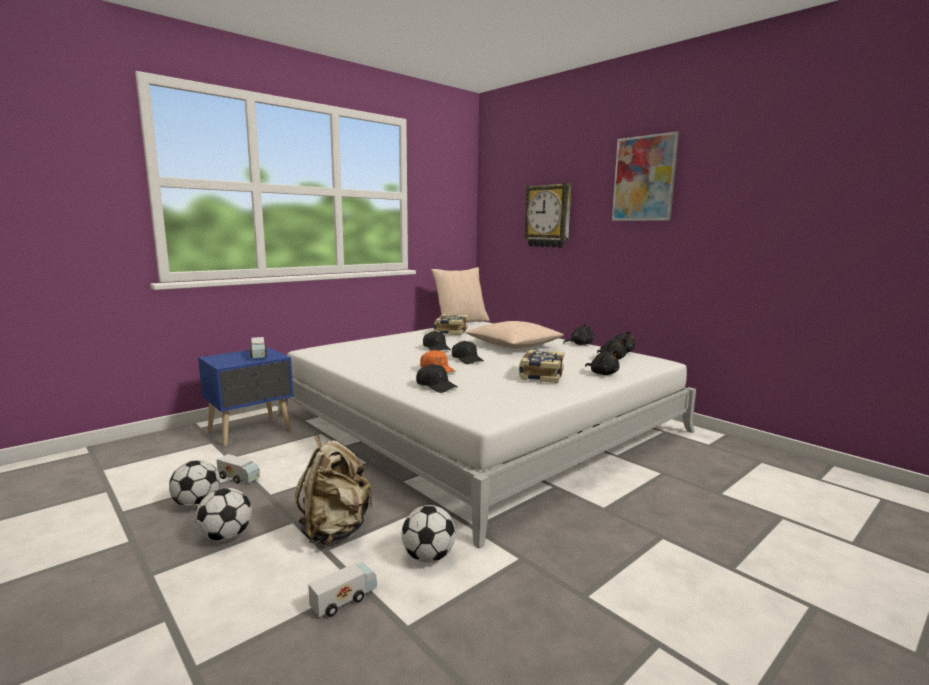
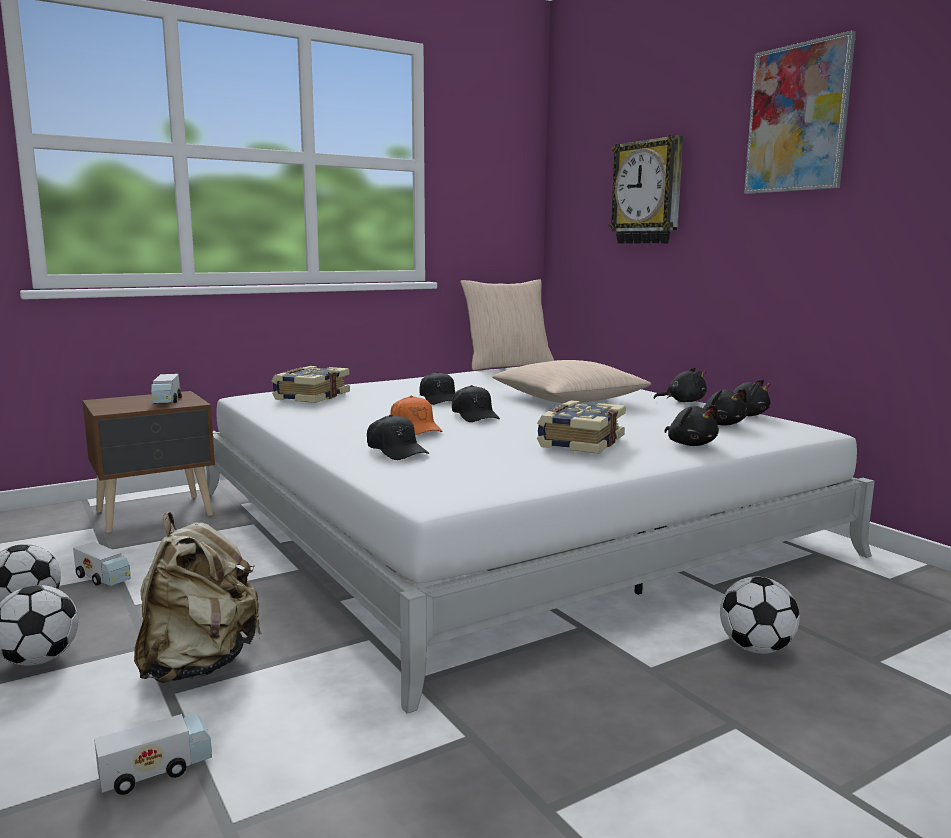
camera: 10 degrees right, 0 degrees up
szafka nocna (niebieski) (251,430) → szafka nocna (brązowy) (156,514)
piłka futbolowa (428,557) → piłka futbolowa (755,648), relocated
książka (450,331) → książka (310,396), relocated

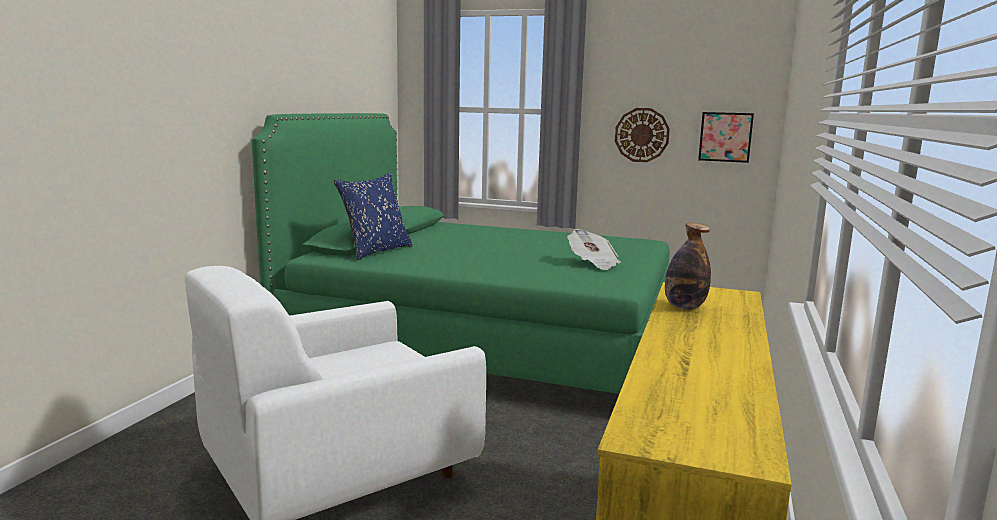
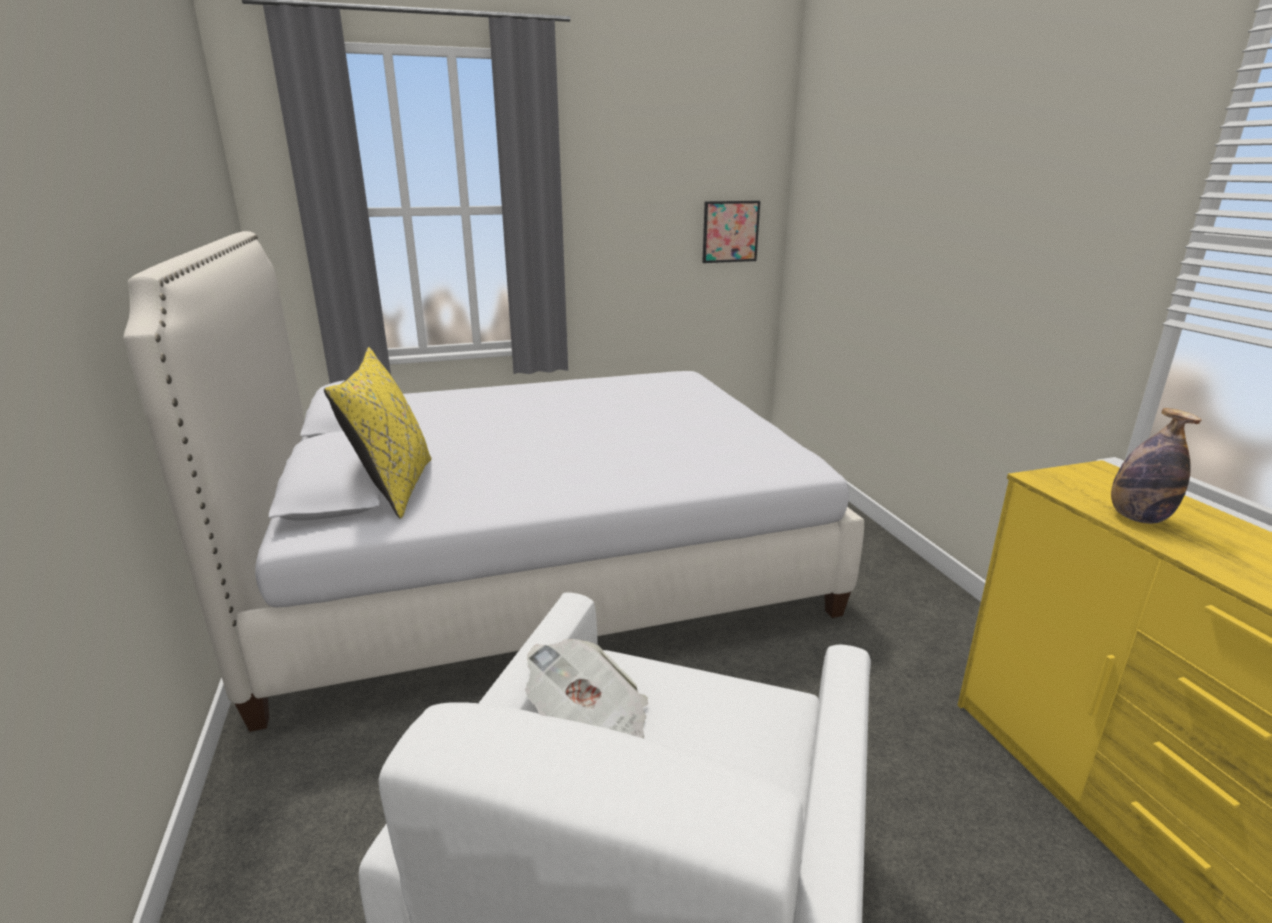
camera: 35 degrees left, 10 degrees up
łóżko (zielony) (485,342) → łóżko (biały) (540,562)
poduszka (niebieski) (375,251) → poduszka (żółty) (393,488)
gazeta (593,264) → gazeta (591,724), relocated
zegar ścienny (642,135) → -

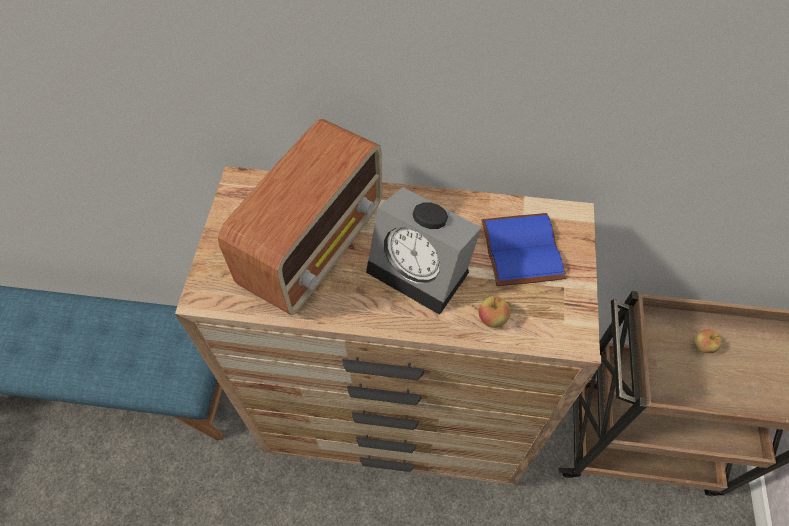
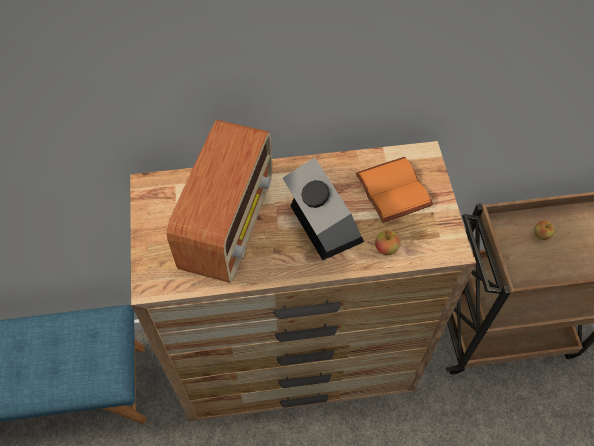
camera: 15 degrees left, 0 degrees up
budzik (423,270) → budzik (321,223), 135 degrees counterclockwise
książka (niebieski) (519,249) → książka (pomarańczowy) (391,190)

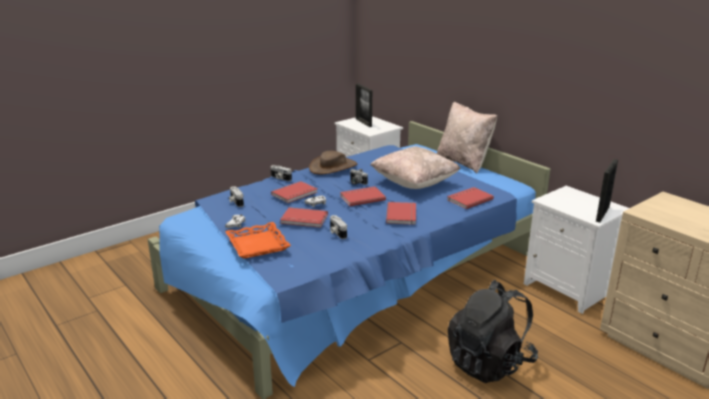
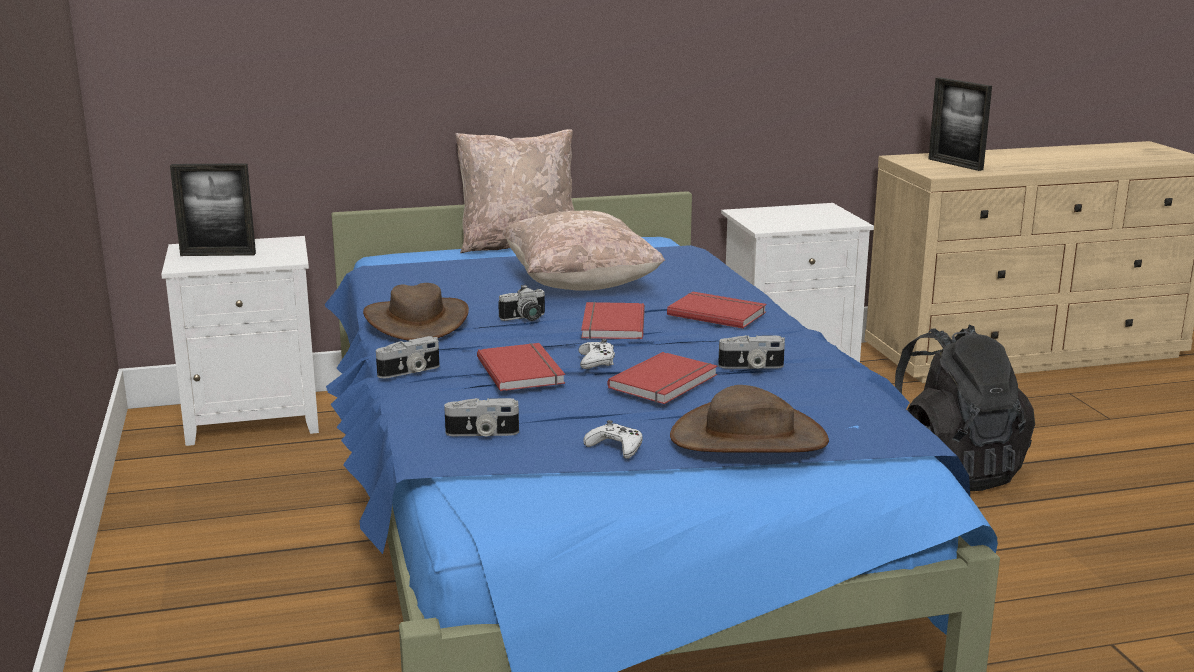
camera: 65 degrees left, 5 degrees down
taca (pomarańczowy) (257,245) → kapelusz (brązowy) (748,438)
książka (czerwony) (469,199) → -
ramka na zdjęcie (602,214) → ramka na zdjęcie (955,164), relocated

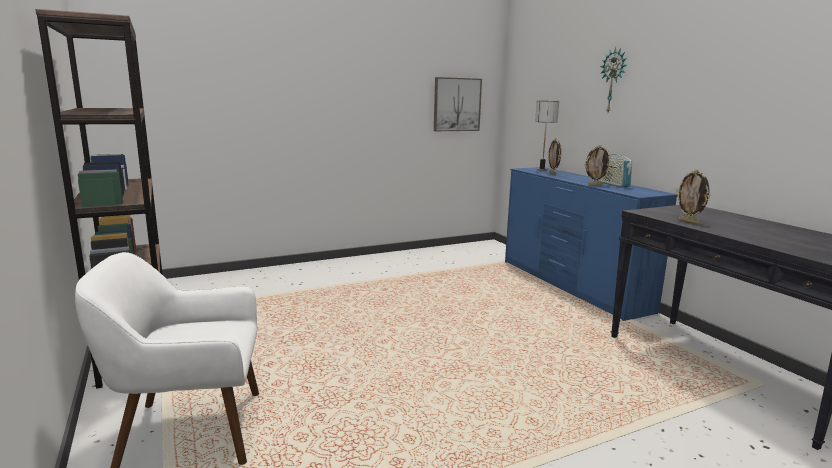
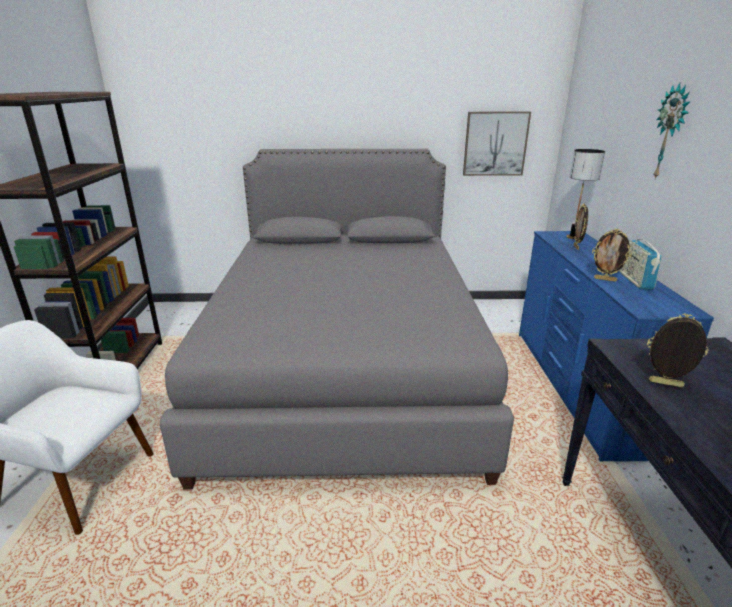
camera: 25 degrees right, 10 degrees up
ramka na zdjęcie (689,221) → ramka na zdjęcie (665,384), 120 degrees clockwise
- → łóżko (szary) (344,368)

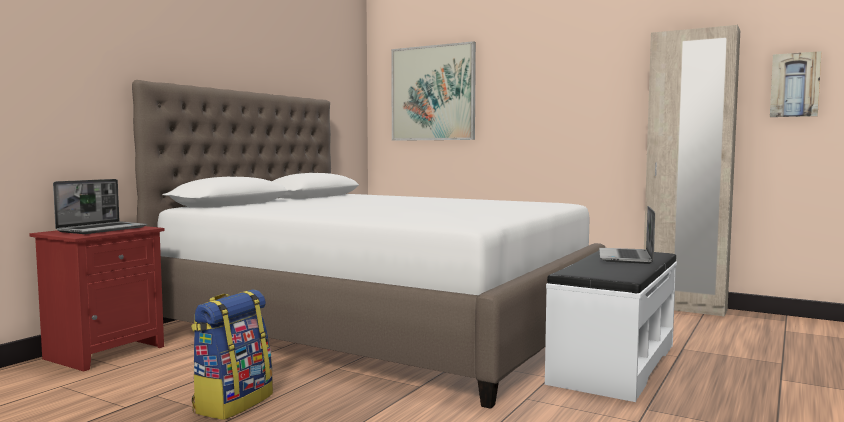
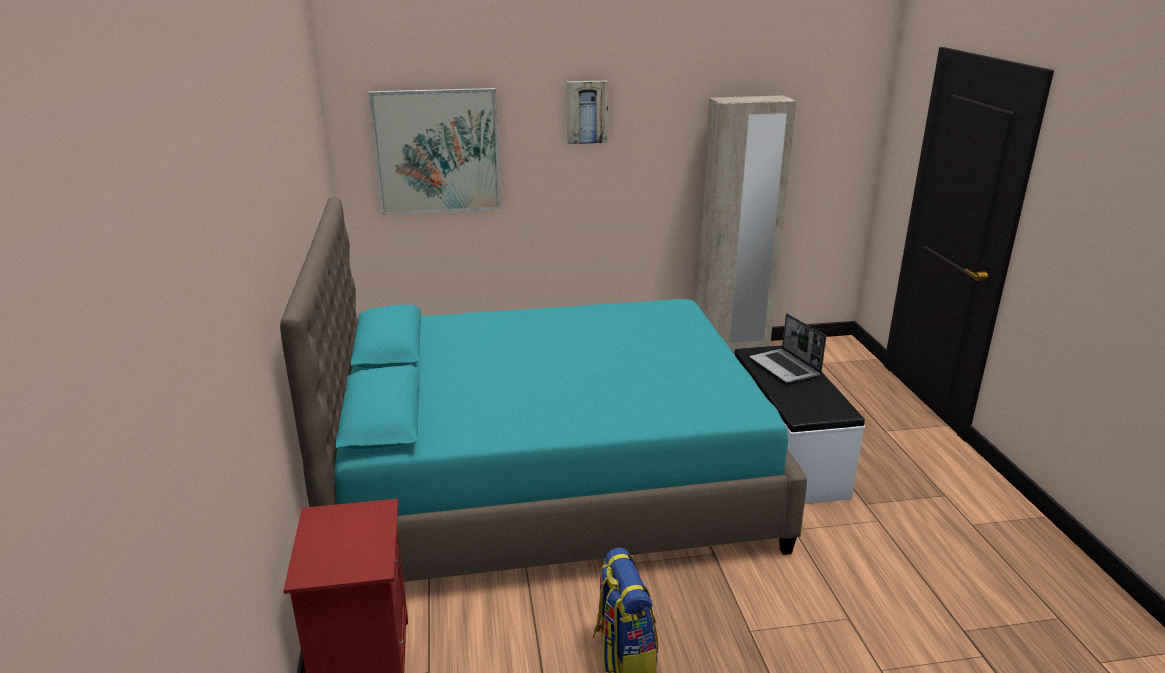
camera: 40 degrees left, 20 degrees up
laptop (103,229) → -
łóżko (biały) (381,324) → łóżko (turkusowy) (548,479)
obraz (795,85) → obraz (587,112), relocated

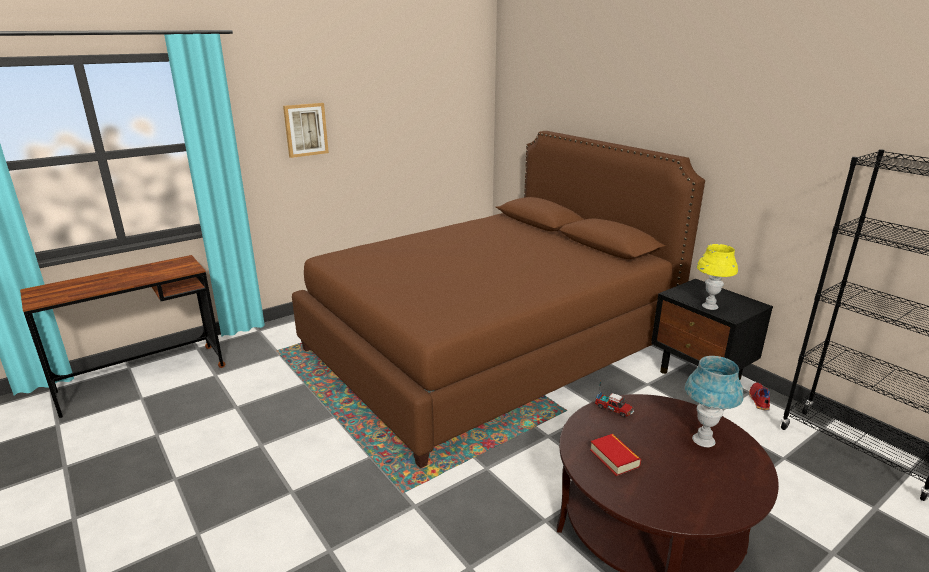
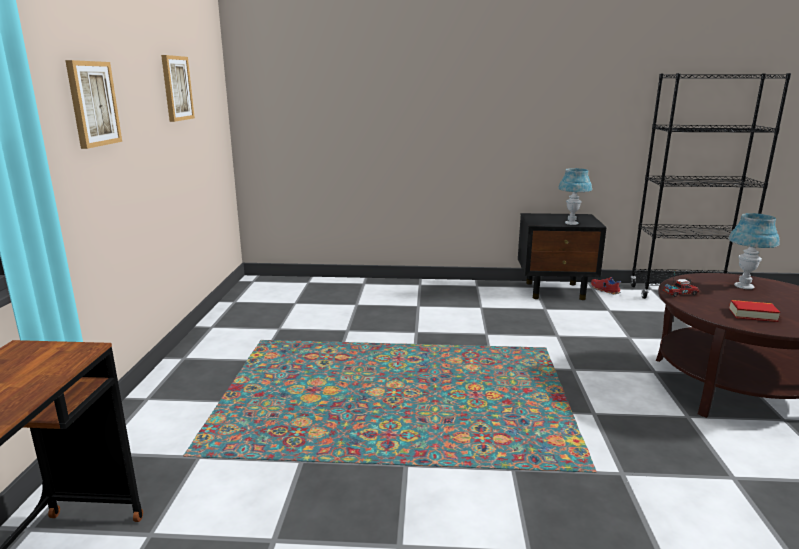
camera: 50 degrees left, 5 degrees down
łóżko (brązowy) (488,348) → -
lampa stołowa (żółty) (710,307) → lampa stołowa (niebieski) (571,223)
- → obraz (176,88)

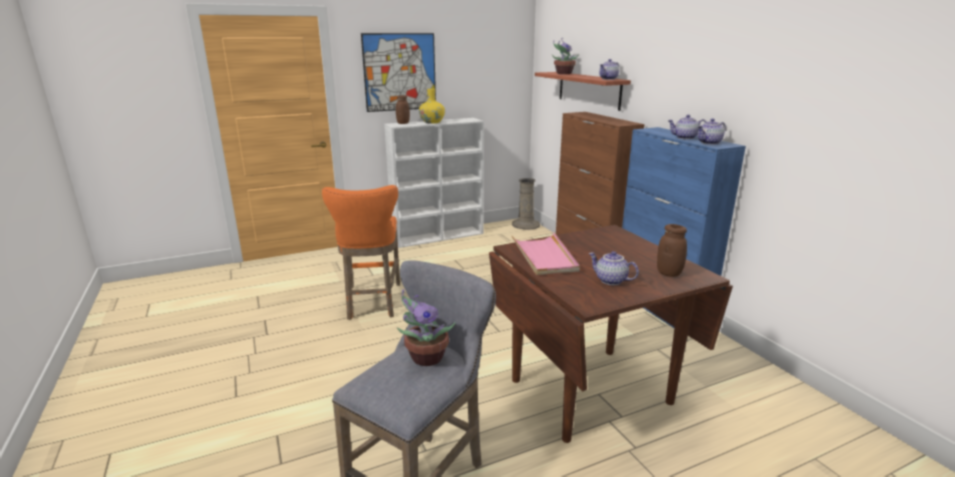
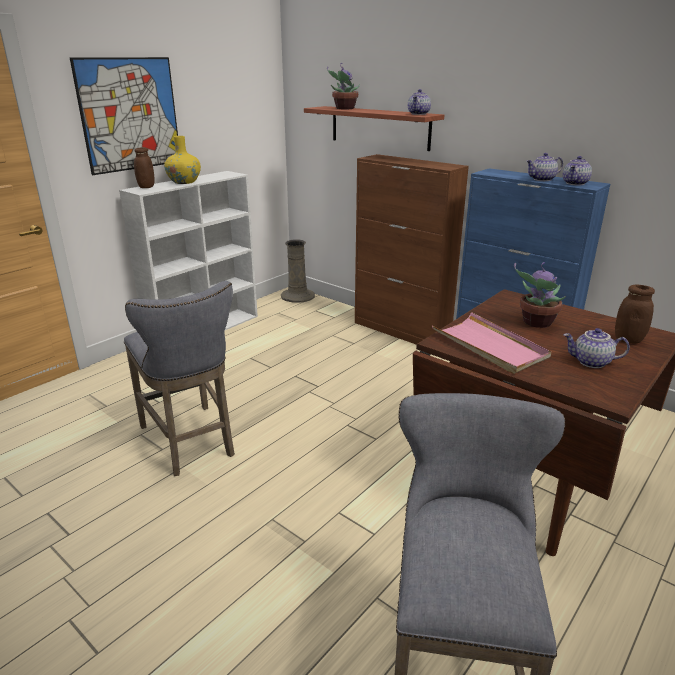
camera: 25 degrees left, 5 degrees up
stołek (pomarańczowy) (372,303) → stołek (szary) (190,443)
roślina doniczkowa (425,358) → roślina doniczkowa (535,323), relocated

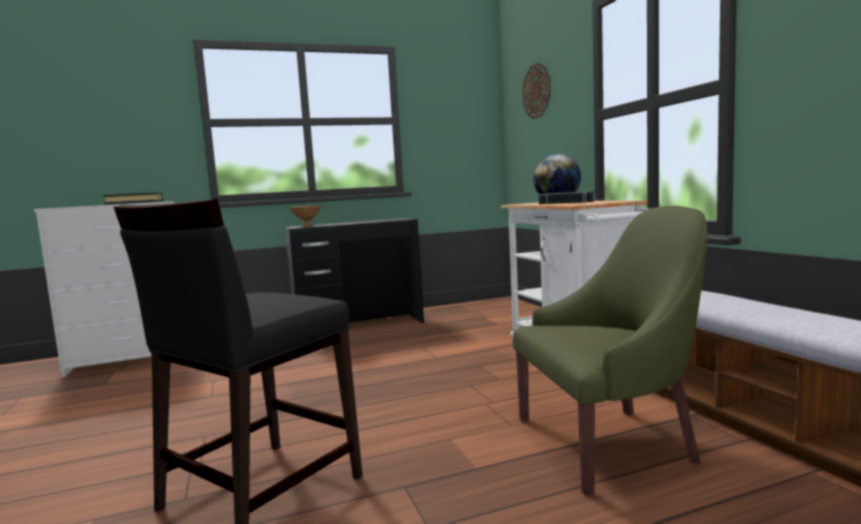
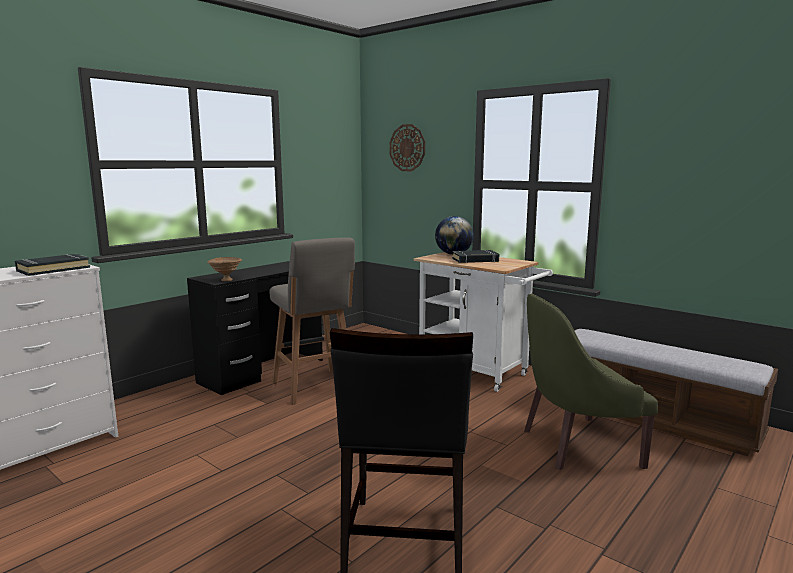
camera: 30 degrees left, 5 degrees up
fotel (zielony) (609,442) → fotel (zielony) (576,445), 150 degrees counterclockwise
- → stołek (szary) (315,388)

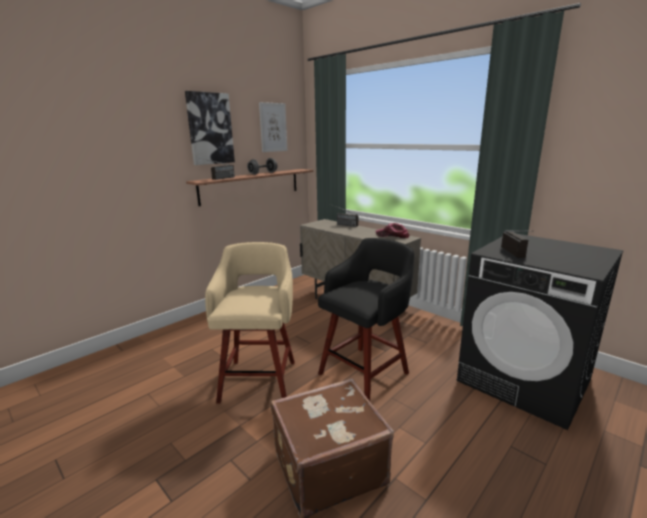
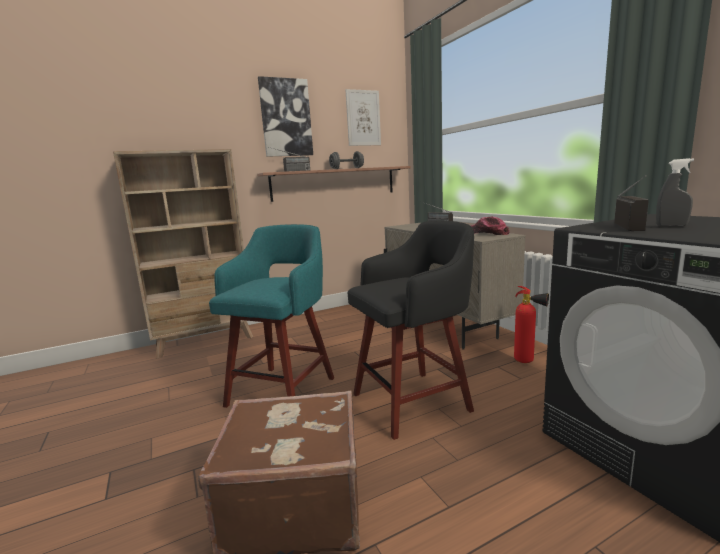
camera: 20 degrees right, 5 degrees down
stołek (beżowy) (259,379) → stołek (turkusowy) (284,390)
- → regał (beżowy) (205,341)
- → gaśnica (528,362)
- → spryskiwacz (szary) (671,226)

